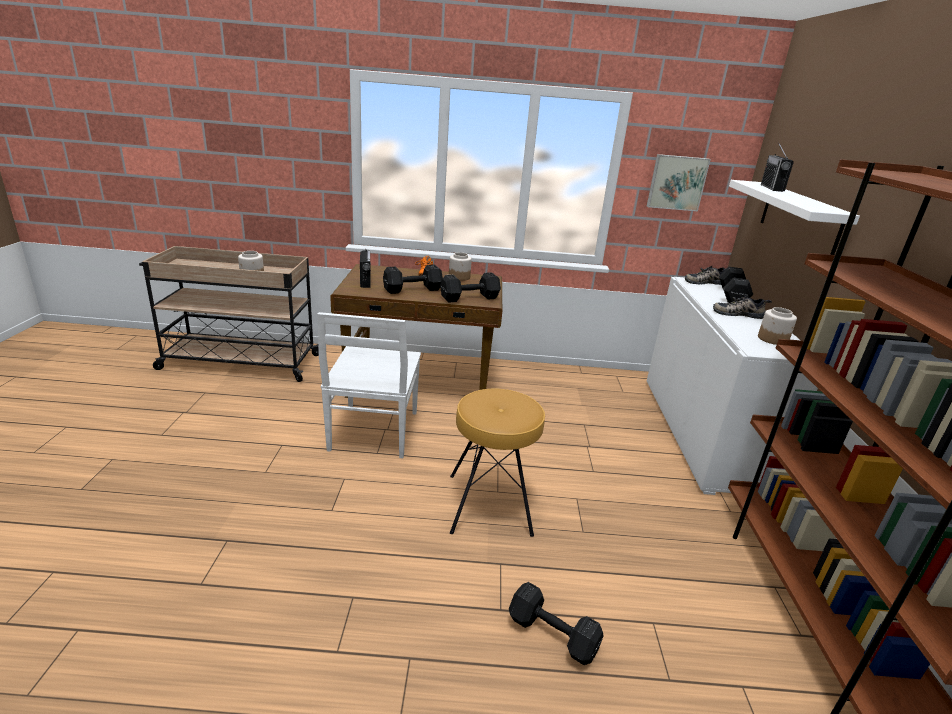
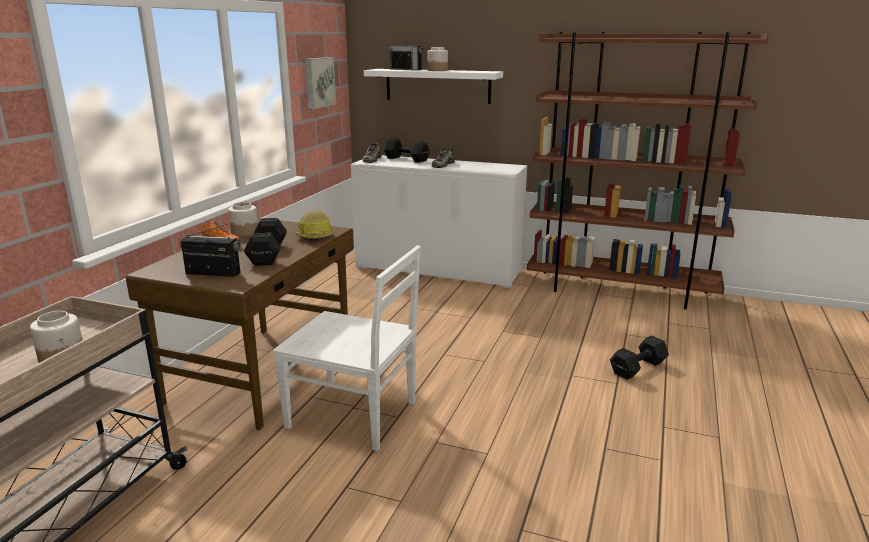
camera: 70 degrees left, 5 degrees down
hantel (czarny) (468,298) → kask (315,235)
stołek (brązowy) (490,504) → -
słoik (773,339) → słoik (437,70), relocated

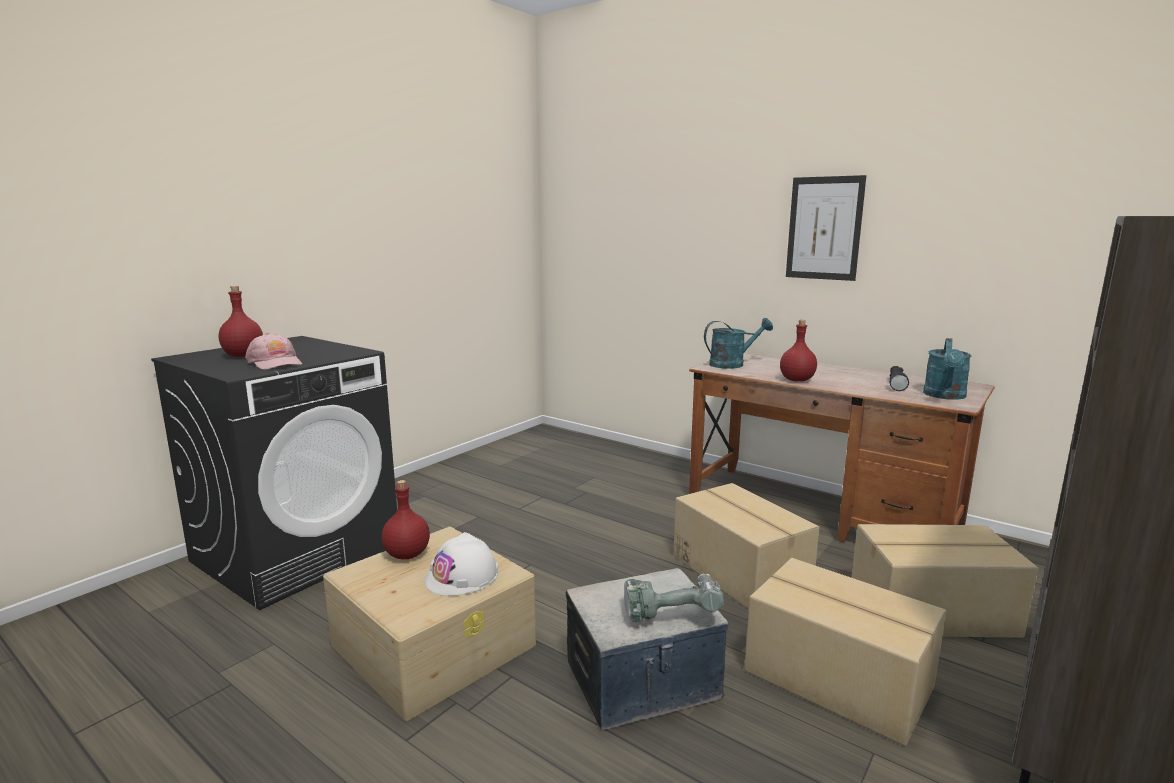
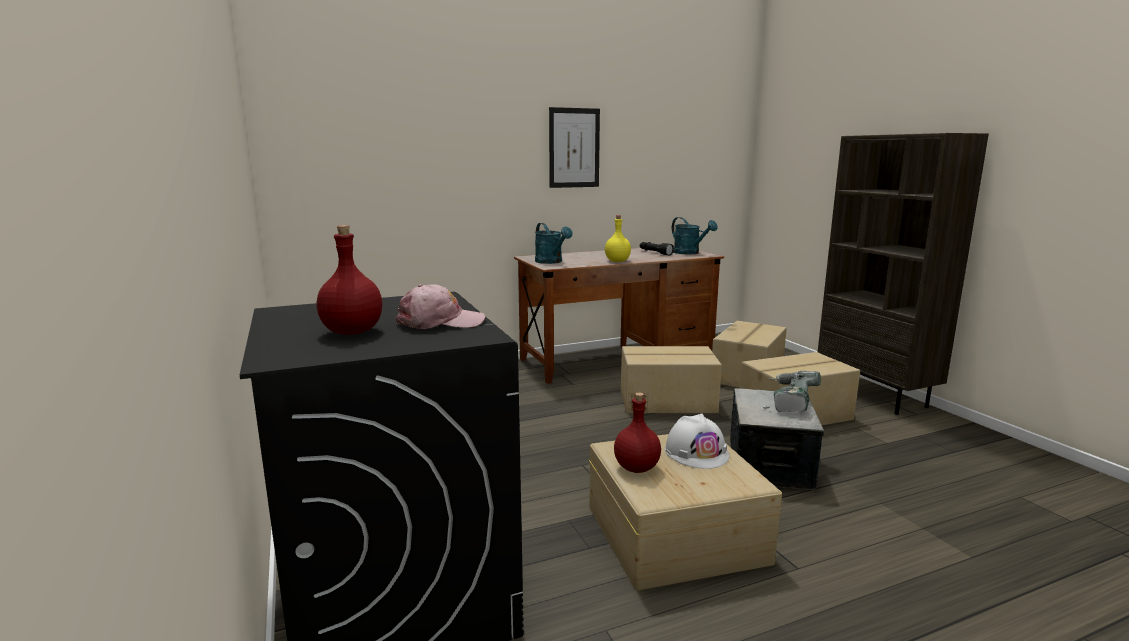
camera: 60 degrees left, 0 degrees up
konewka (turkusowy) (732,364) → konewka (turkusowy) (551,262), 135 degrees clockwise
butelka (czerwony) (797,380) → butelka (żółty) (617,261)

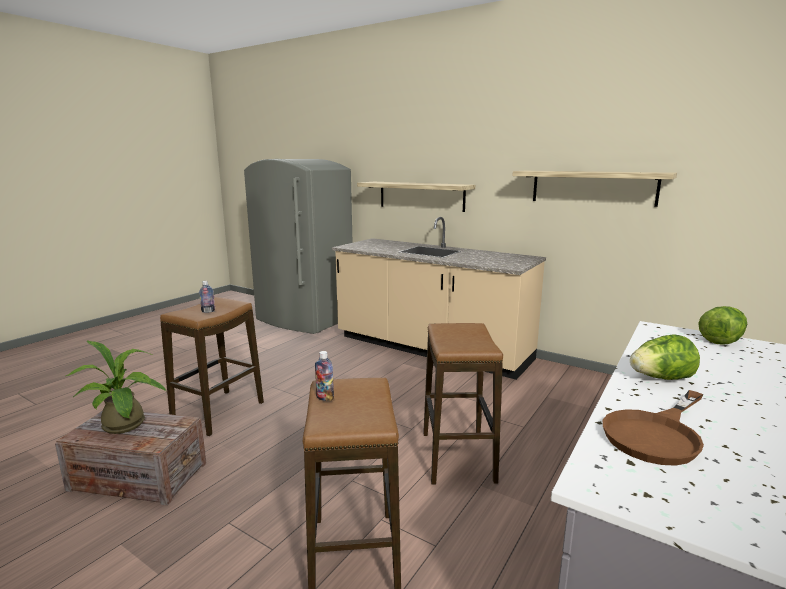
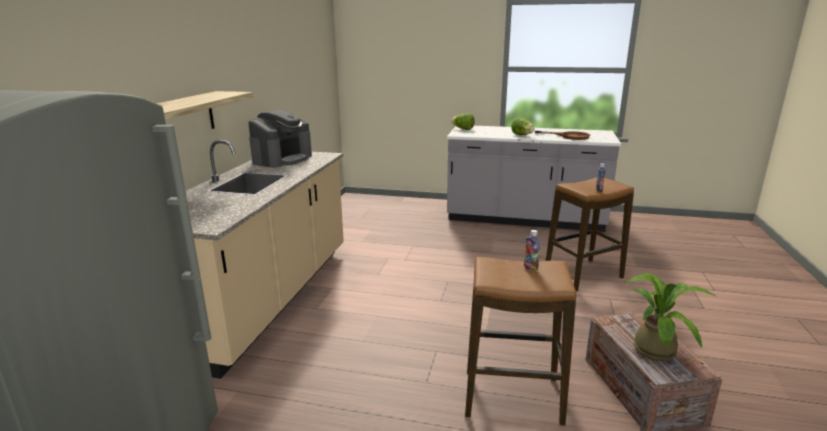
camera: 110 degrees left, 5 degrees up
stołek (457,457) → -
półka (593,187) → -
- → ekspres do kawy (282,159)

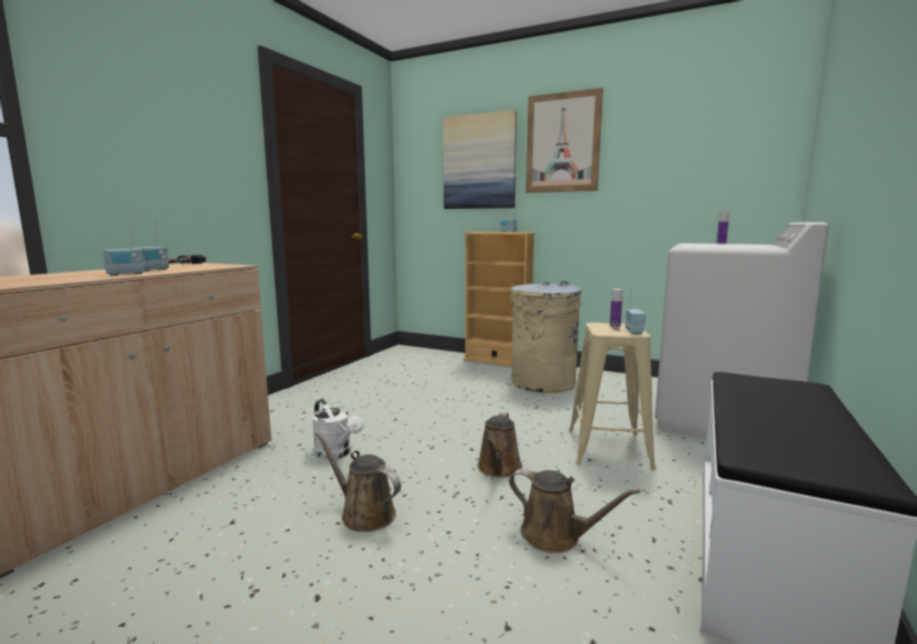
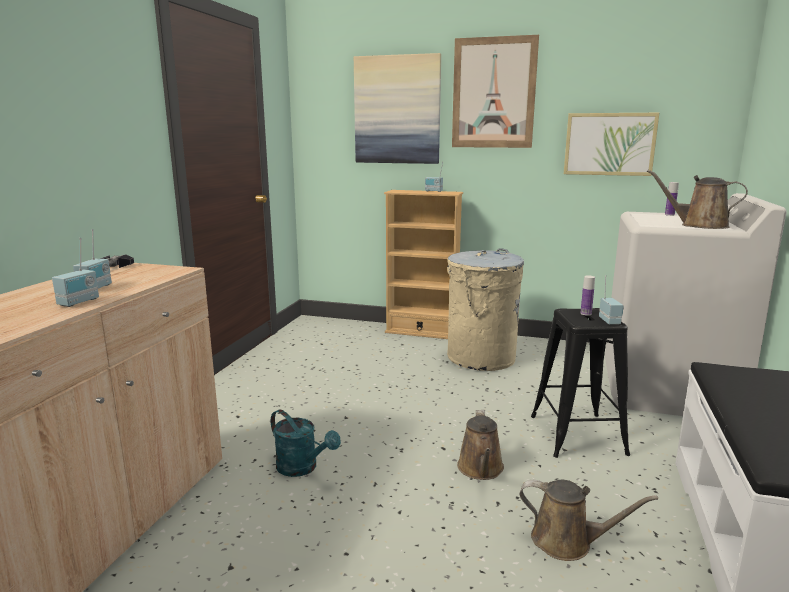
camera: 10 degrees left, 5 degrees up
konewka (biały) (336,453) → konewka (turkusowy) (302,468)
konewka (brązowy) (364,513) → konewka (brązowy) (699,225), relocated
stołek (beżowy) (608,448) → stołek (czarny) (577,434)
- → obraz (609,144)

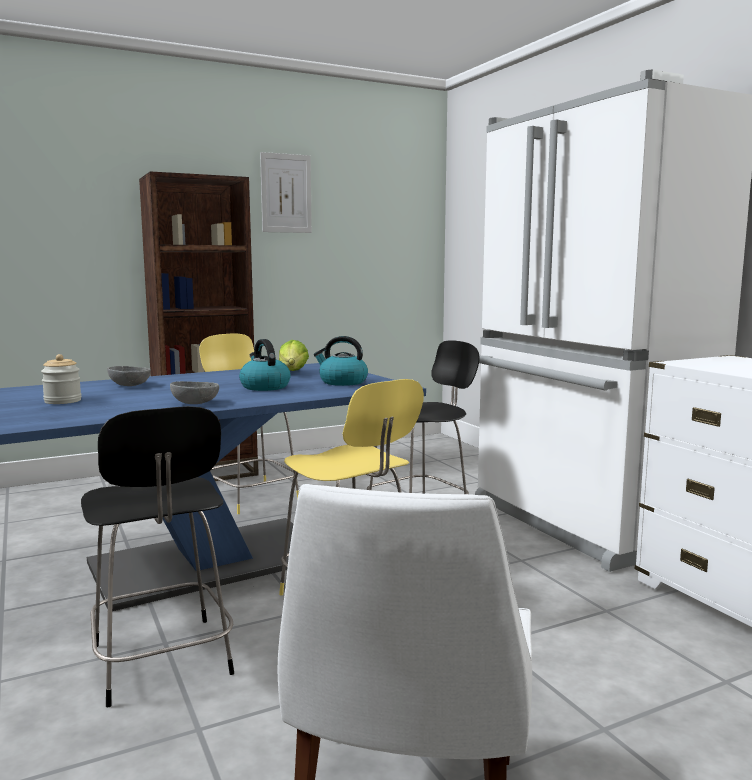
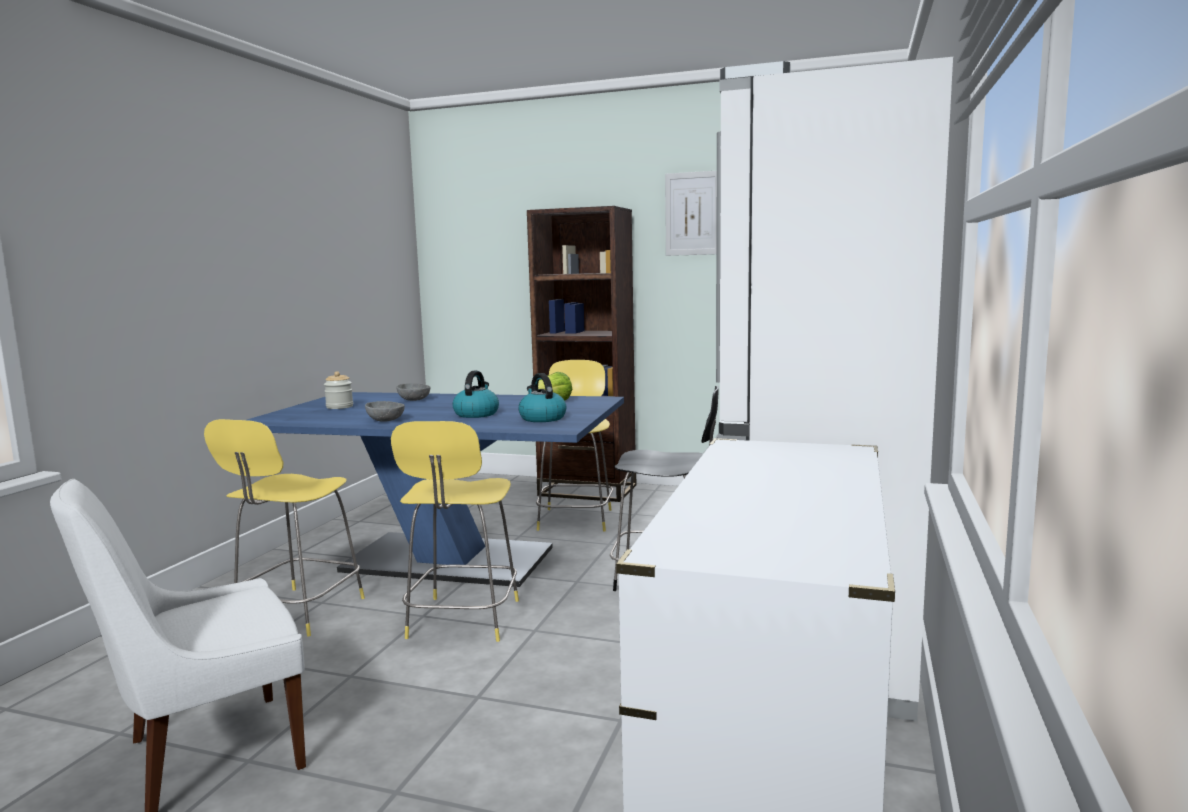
camera: 45 degrees right, 0 degrees up
stołek (czarny) (162,662) → stołek (żółty) (297,613)

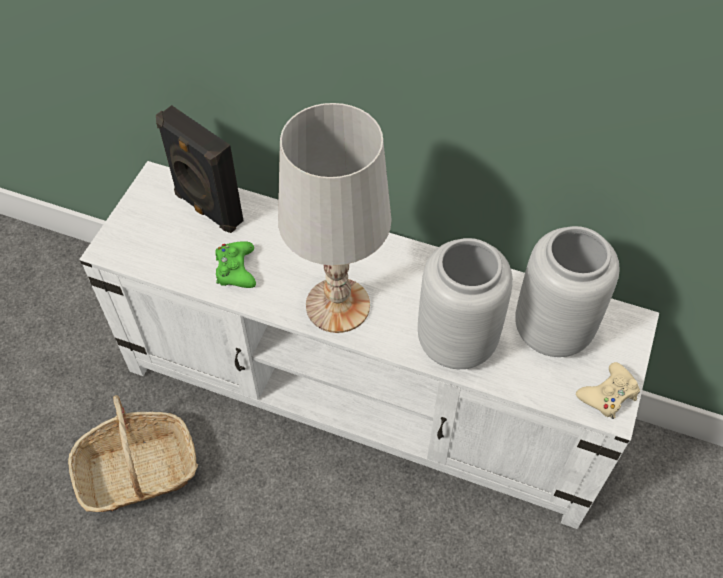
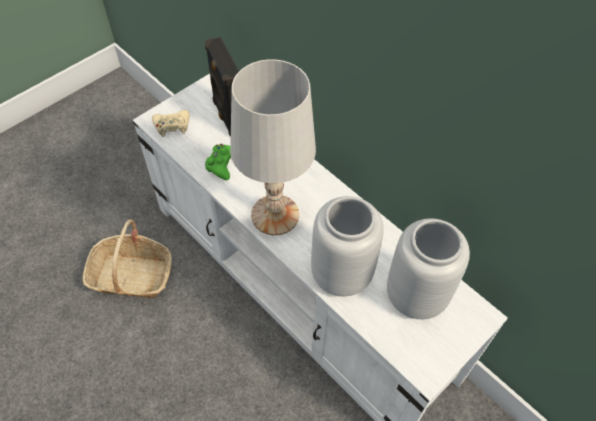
camera: 25 degrees right, 0 degrees up
pad do gier (beżowy) (608,395) → pad do gier (beżowy) (172,126), relocated

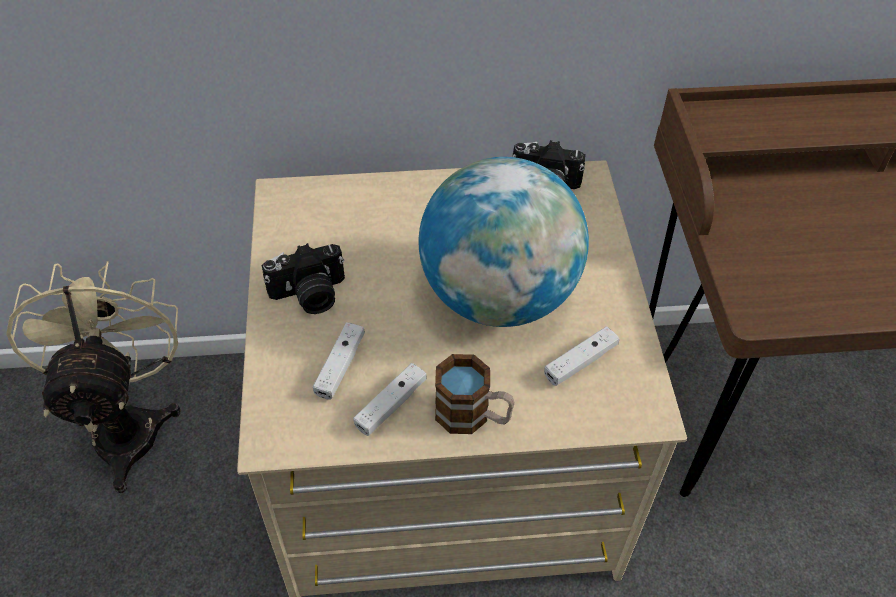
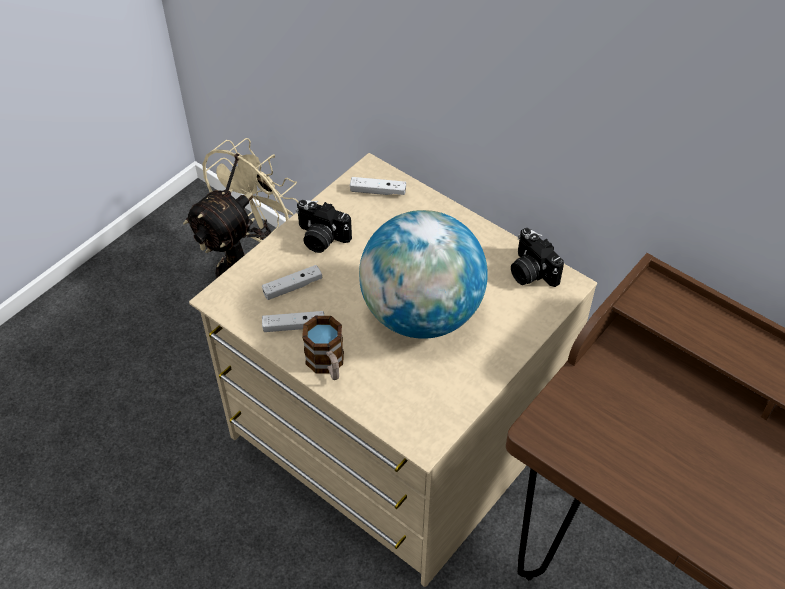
camera: 45 degrees right, 0 degrees up
pad do gier (biały) (580,362) → pad do gier (biały) (378,191), relocated

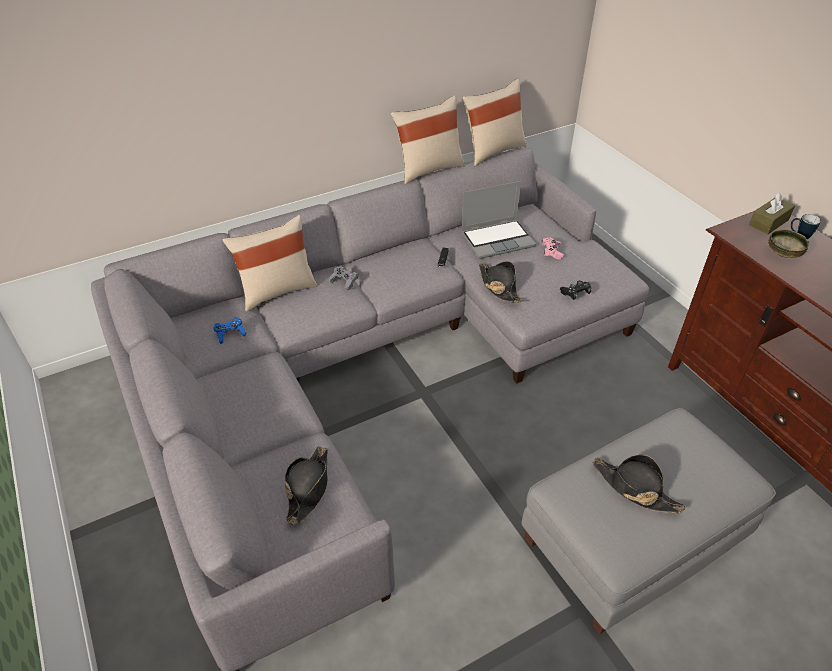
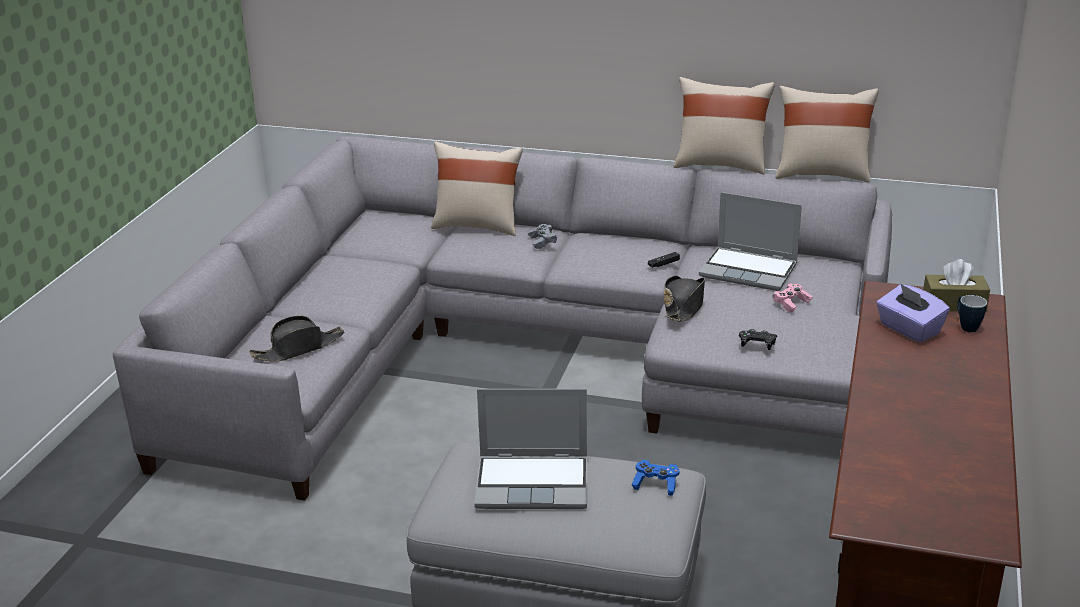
camera: 45 degrees right, 15 degrees down
pad do gier (niebieski) (230,334) → pad do gier (niebieski) (656,484), relocated
kapelusz (czarny) (635,488) → laptop (534,483)
miska (783,254) → pudełko chusteczek (fioletowy) (909,329)

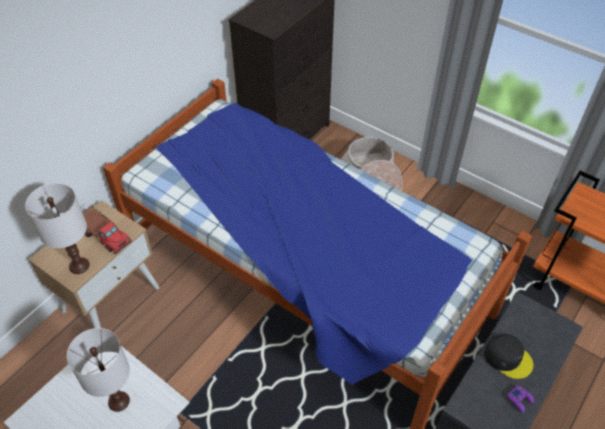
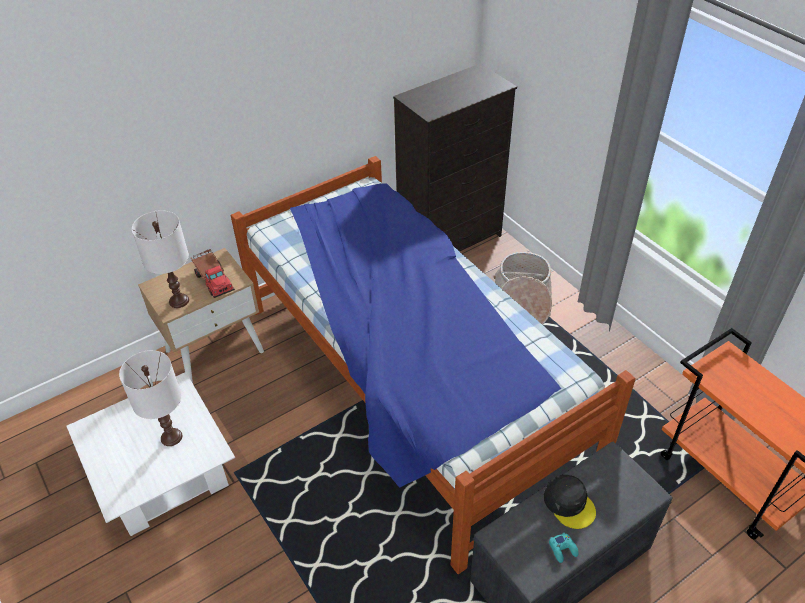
camera: 20 degrees right, 5 degrees down
pad do gier (fioletowy) (520,400) → pad do gier (turkusowy) (563,549)

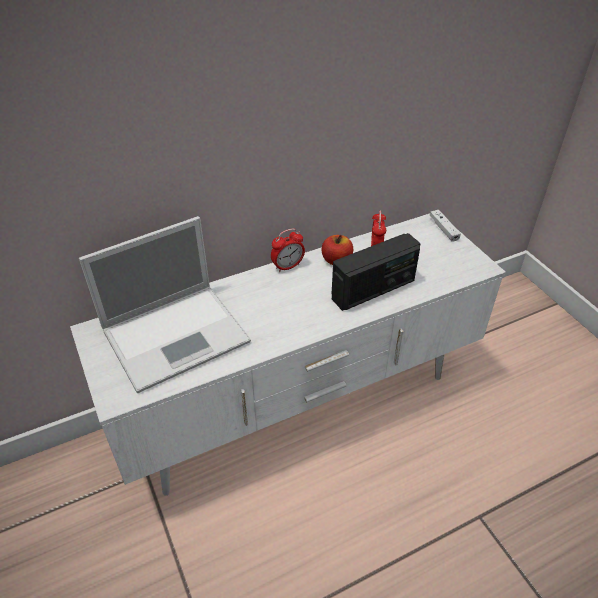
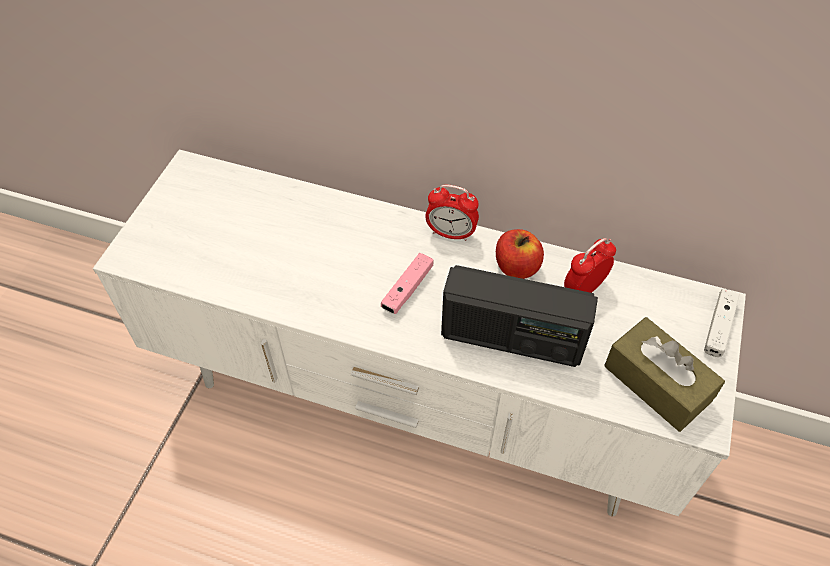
camera: 45 degrees right, 10 degrees up
laptop (178,334) → -
- → pad do gier (różowy) (407,289)
- → pudełko chusteczek (brązowy) (657,383)

